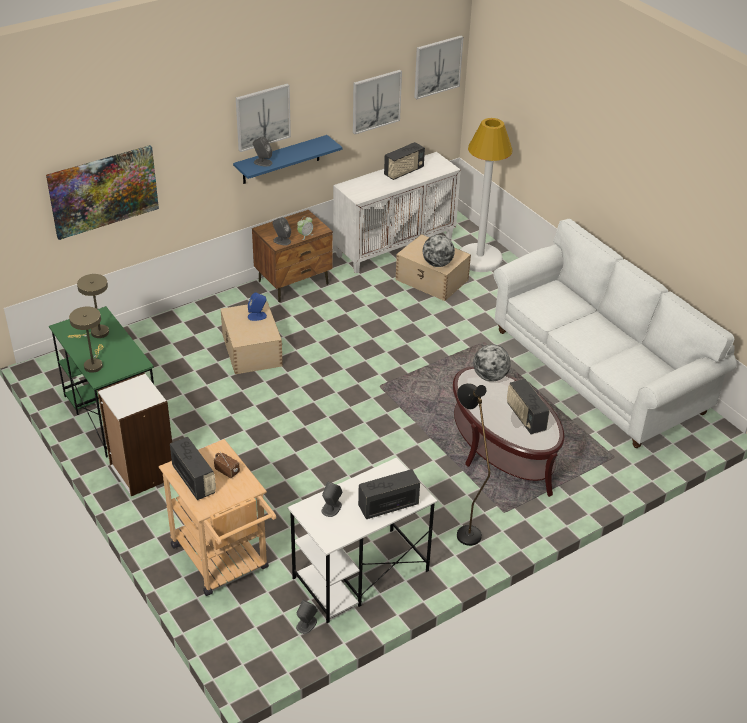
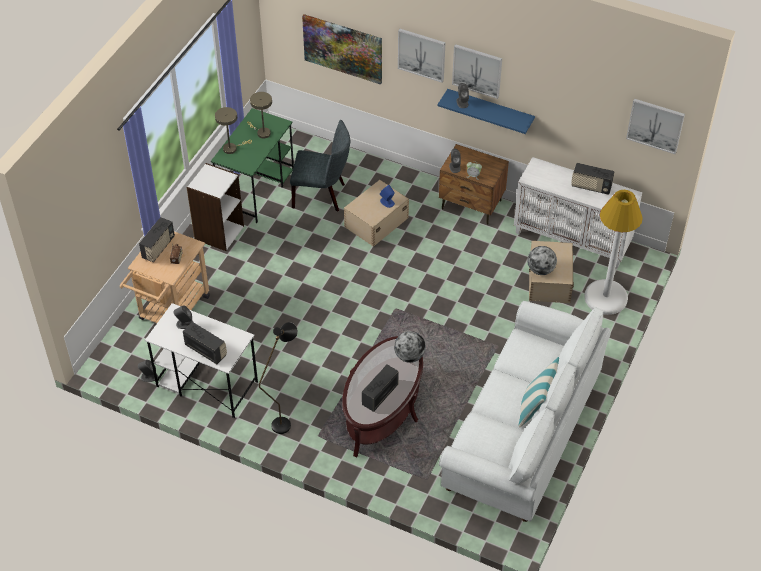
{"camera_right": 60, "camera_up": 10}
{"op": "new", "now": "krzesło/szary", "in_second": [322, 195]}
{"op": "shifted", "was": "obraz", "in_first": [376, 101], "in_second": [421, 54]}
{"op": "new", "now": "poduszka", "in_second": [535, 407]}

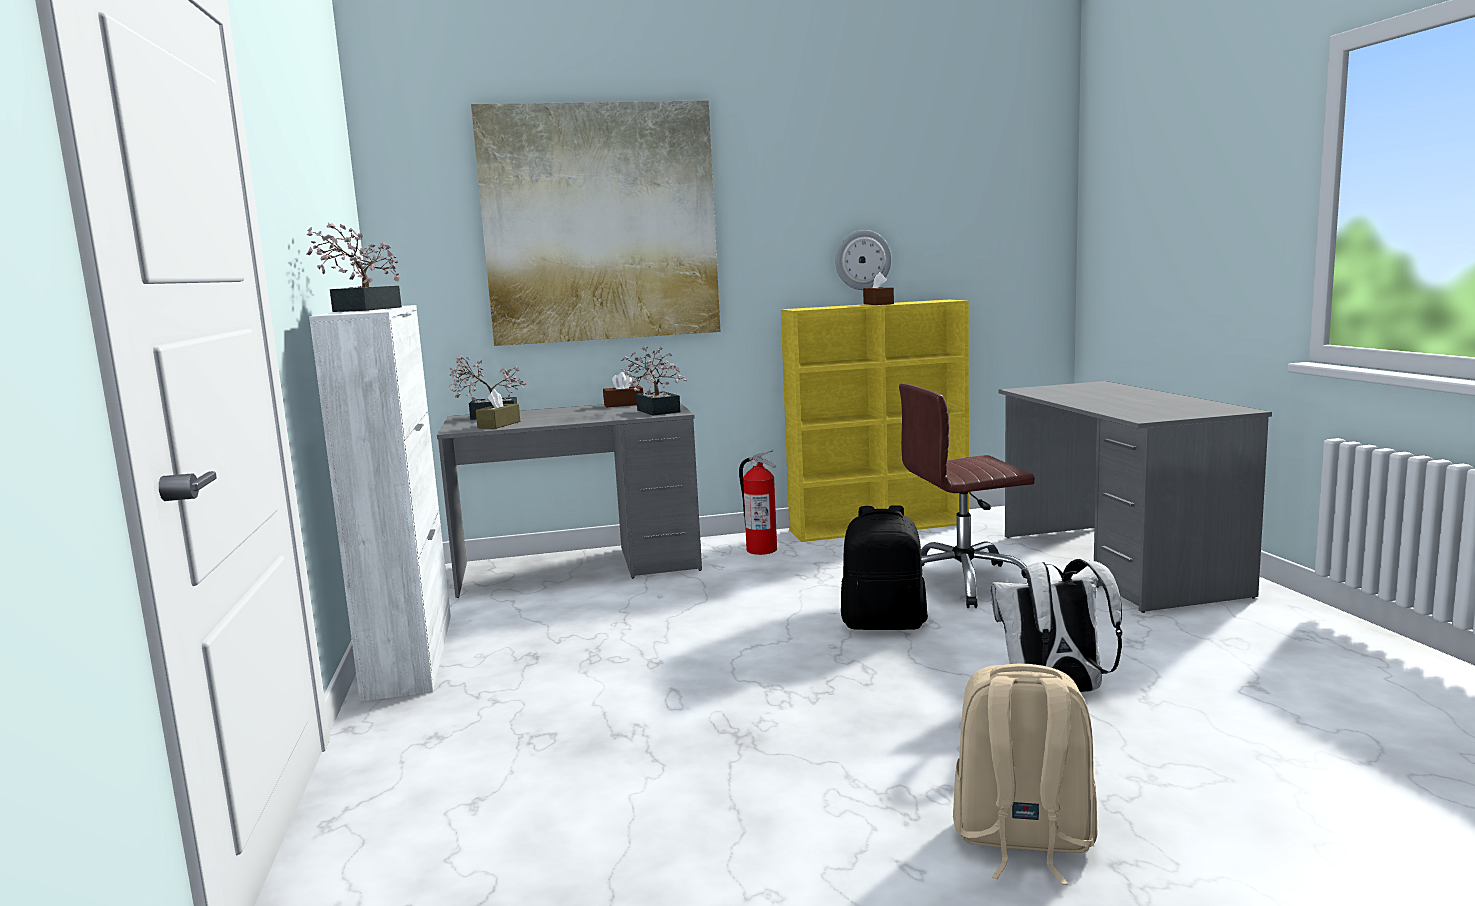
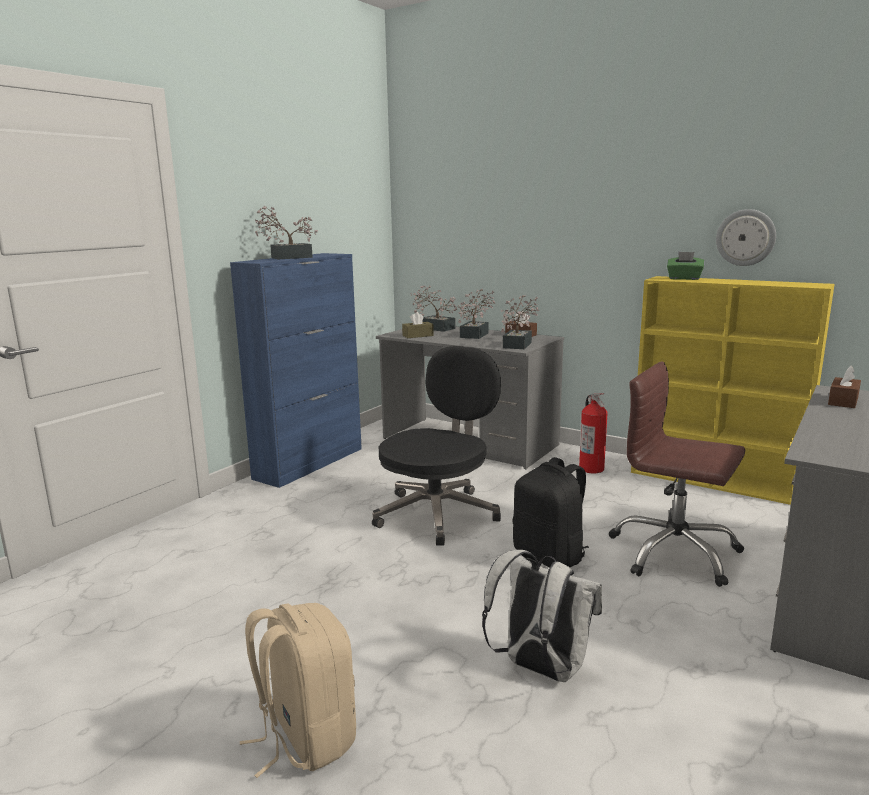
{"camera_right": 45, "camera_up": 5}
{"op": "repainted", "was": "szafka/biały", "now": "szafka/niebieski", "in_first": [410, 654], "in_second": [310, 463]}
{"op": "new", "now": "krzesło biurowe/czarny", "in_second": [438, 513]}
{"op": "new", "now": "roślina doniczkowa", "in_second": [476, 334]}
{"op": "new", "now": "pudełko chusteczek/zielony", "in_second": [684, 279]}
{"op": "shifted", "was": "pudełko chusteczek/brązowy", "in_first": [878, 304], "in_second": [843, 401]}
{"op": "gone", "was": "obraz", "in_first": [600, 223]}

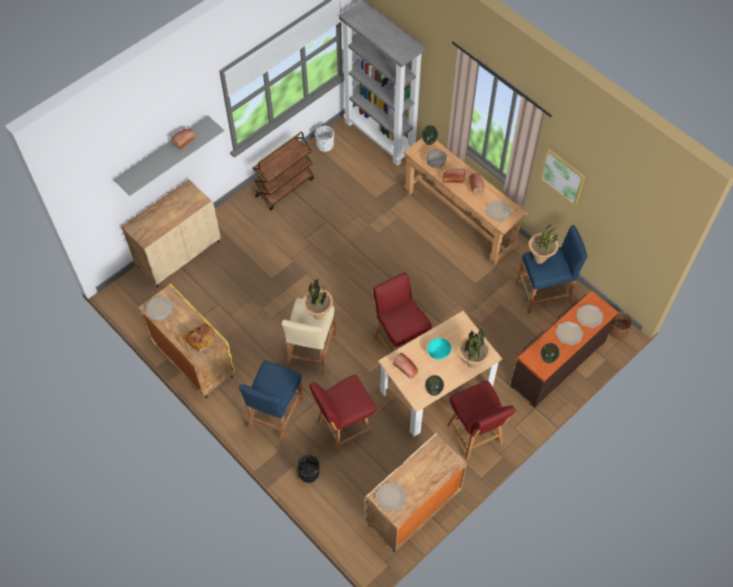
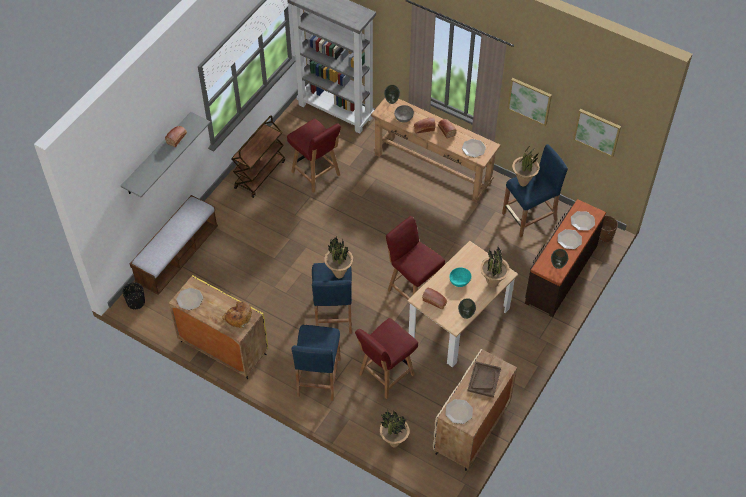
{"camera_right": -15, "camera_up": -5}
{"op": "shifted", "was": "donica/czarny", "in_first": [309, 473], "in_second": [136, 302]}
{"op": "swapped", "was": "szafka/beżowy", "now": "ławka", "in_first": [179, 254], "in_second": [177, 255]}
{"op": "shifted", "was": "krzesło/czerwony", "in_first": [475, 435], "in_second": [316, 174]}
{"op": "repainted", "was": "stołek/beżowy", "now": "stołek/niebieski", "in_first": [311, 351], "in_second": [333, 314]}
{"op": "new", "now": "roślina doniczkowa", "in_second": [393, 443]}
{"op": "new", "now": "taca/brązowy", "in_second": [484, 380]}
{"op": "new", "now": "obraz", "in_second": [597, 132]}
{"op": "gone", "was": "donica/biały", "in_first": [325, 145]}

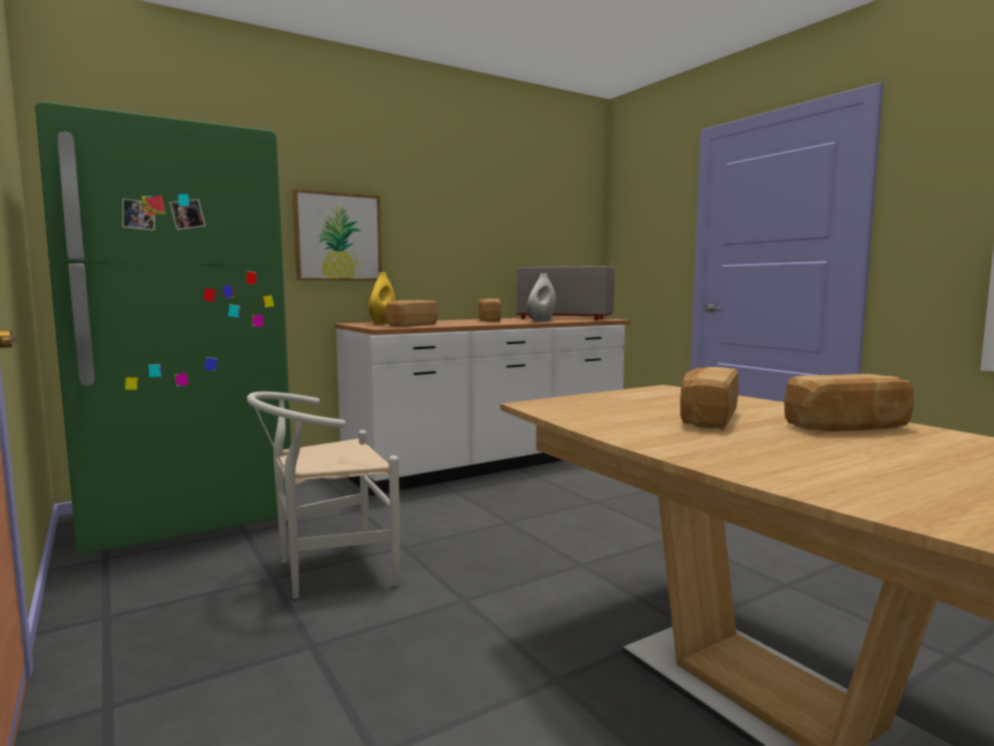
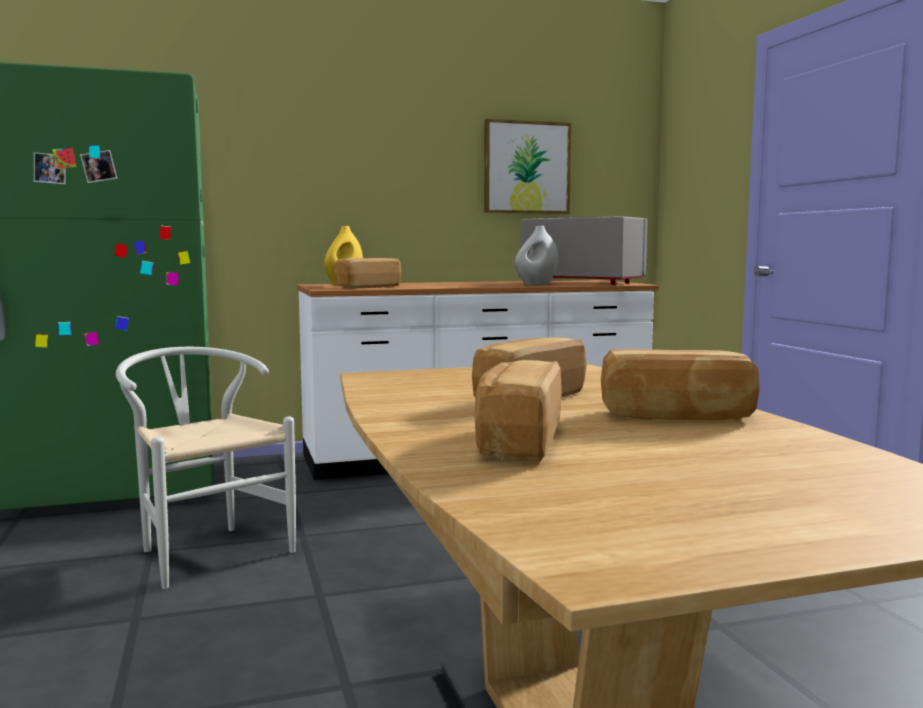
{"camera_right": 15, "camera_up": 0}
{"op": "rotated", "was": "krzesło/biały", "in_first": [326, 570], "in_second": [207, 550], "clockwise": 60}
{"op": "shifted", "was": "chleb", "in_first": [489, 320], "in_second": [516, 442]}
{"op": "shifted", "was": "obraz", "in_first": [338, 237], "in_second": [526, 167]}

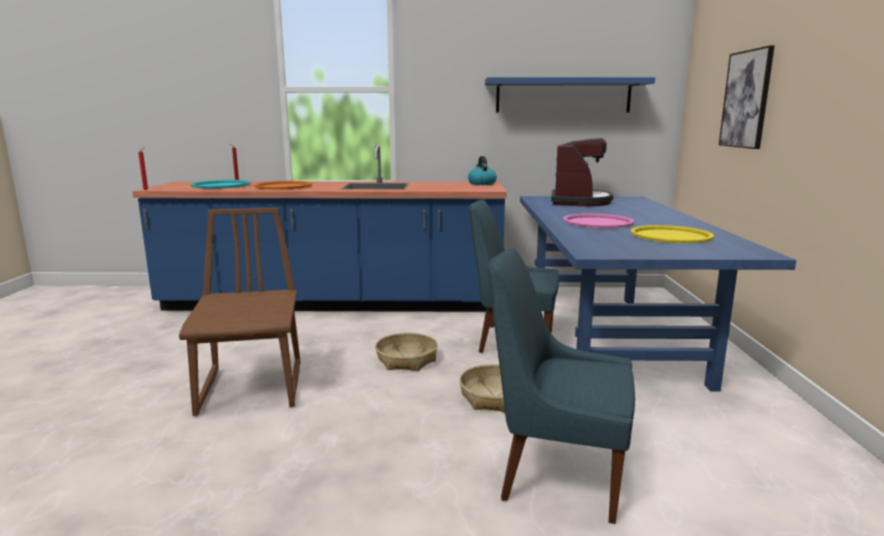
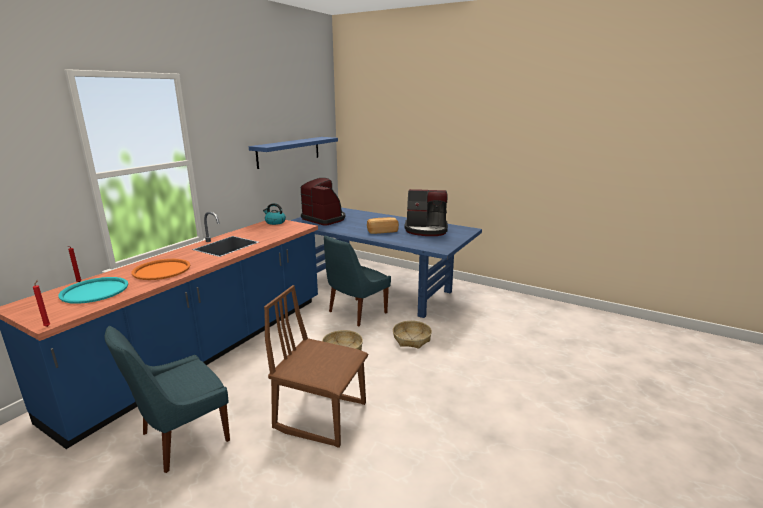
{"camera_right": -60, "camera_up": 5}
{"op": "shifted", "was": "krzesło/niebieski", "in_first": [556, 473], "in_second": [182, 438]}
{"op": "swapped", "was": "taca/różowy", "now": "chleb", "in_first": [598, 222], "in_second": [382, 231]}
{"op": "swapped", "was": "taca/żółty", "now": "ekspres do kawy", "in_first": [670, 236], "in_second": [426, 230]}
{"op": "gone", "was": "obraz", "in_first": [746, 99]}

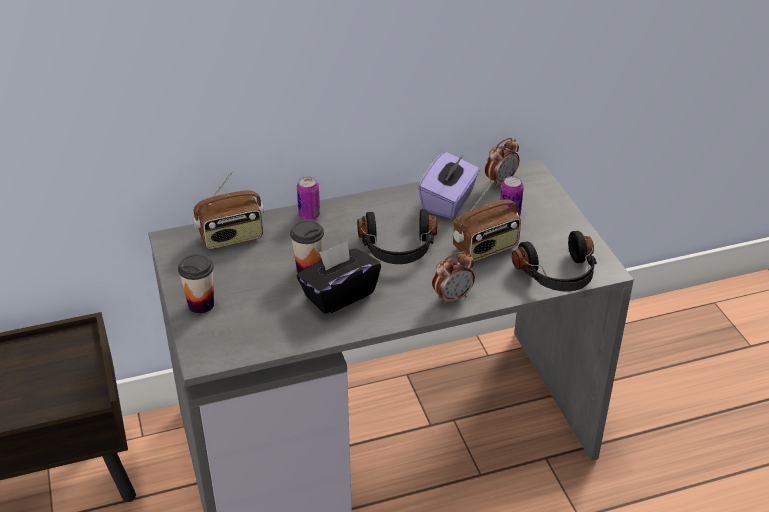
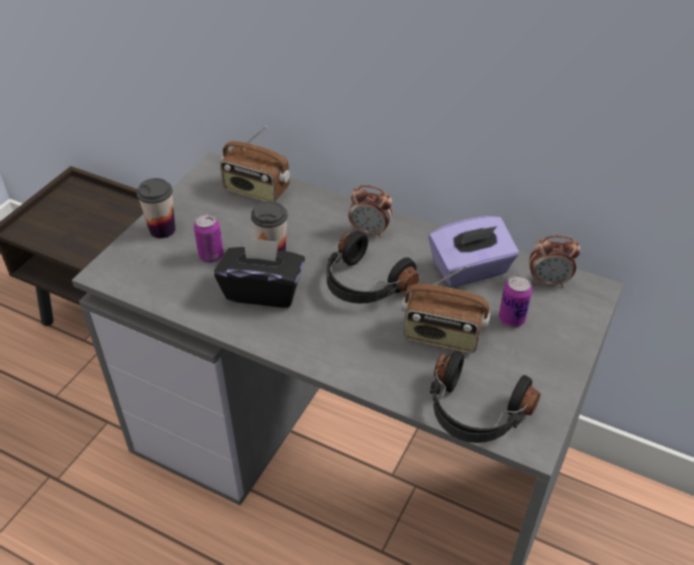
{"camera_right": 45, "camera_up": 5}
{"op": "shifted", "was": "puszka", "in_first": [309, 215], "in_second": [211, 256]}
{"op": "shifted", "was": "budzik", "in_first": [452, 297], "in_second": [370, 232]}

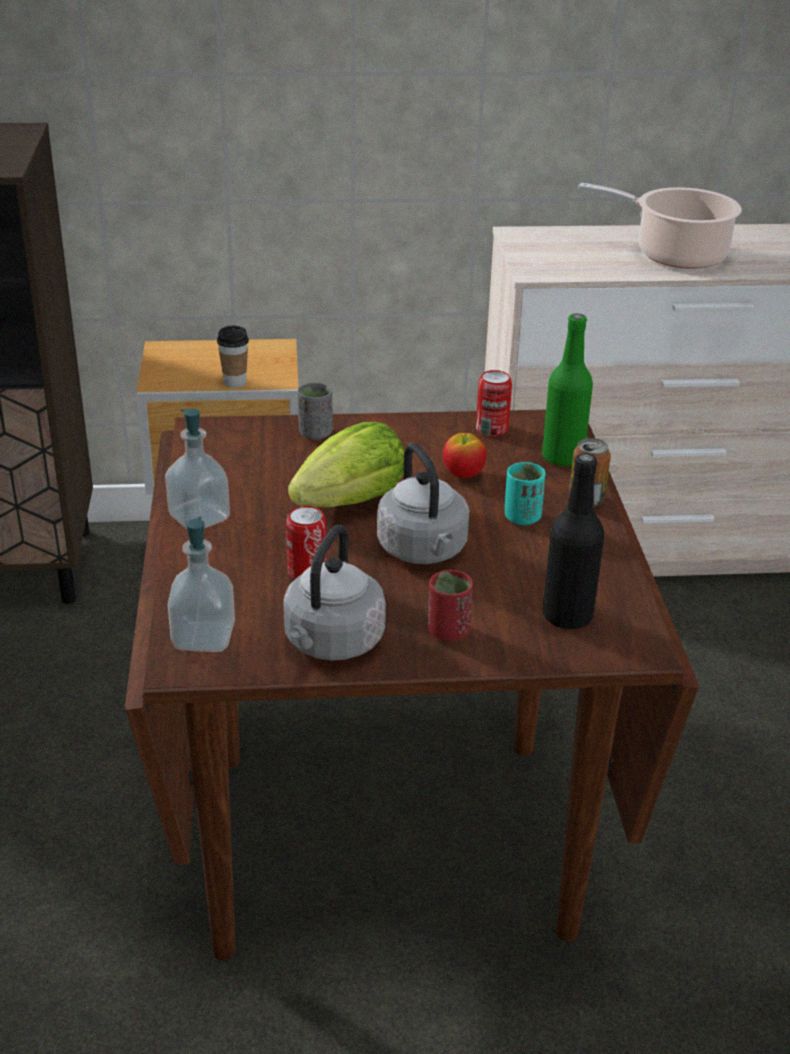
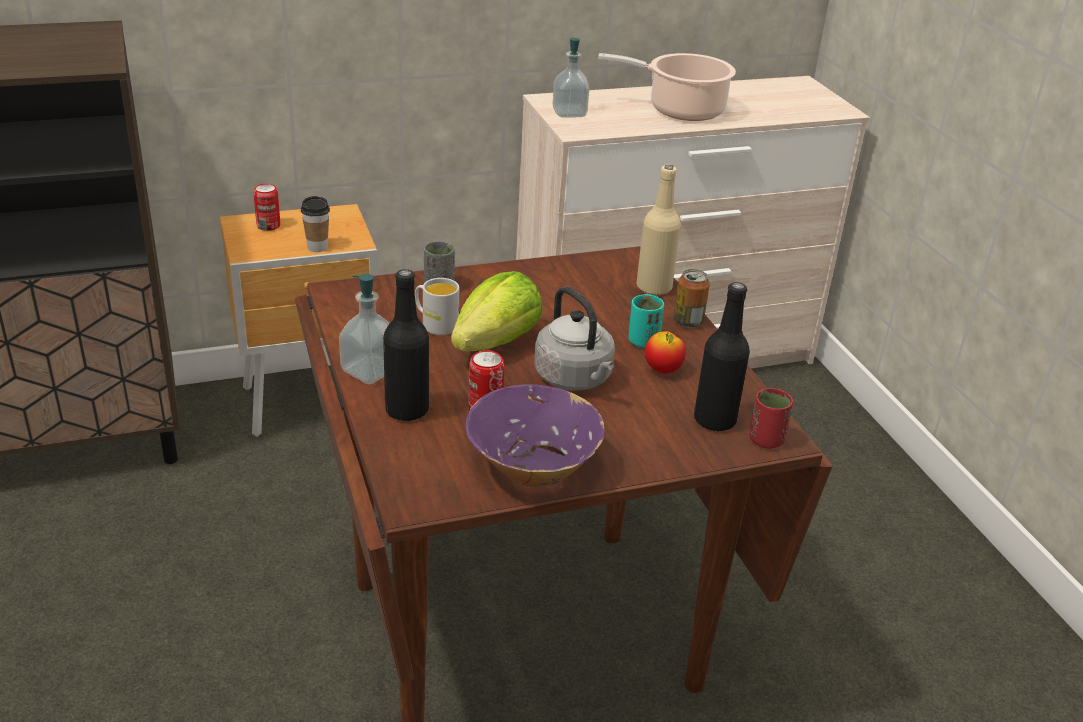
{"camera_right": -15, "camera_up": 0}
{"op": "shifted", "was": "puszka", "in_first": [492, 429], "in_second": [268, 226]}
{"op": "new", "now": "butelka/czarny", "in_second": [407, 410]}
{"op": "new", "now": "kubek/biały", "in_second": [435, 324]}
{"op": "swapped", "was": "czajnik/szary", "now": "miska/fioletowy", "in_first": [331, 644], "in_second": [533, 468]}
{"op": "shifted", "was": "dozownik mydła", "in_first": [203, 637], "in_second": [569, 113]}
{"op": "repainted", "was": "butelka/zielony", "now": "butelka/beżowy", "in_first": [562, 457], "in_second": [654, 287]}
{"op": "shifted", "was": "jabłko", "in_first": [463, 475], "in_second": [662, 370]}
{"op": "shifted", "was": "filiżanka/czerwony", "in_first": [448, 631], "in_second": [766, 440]}

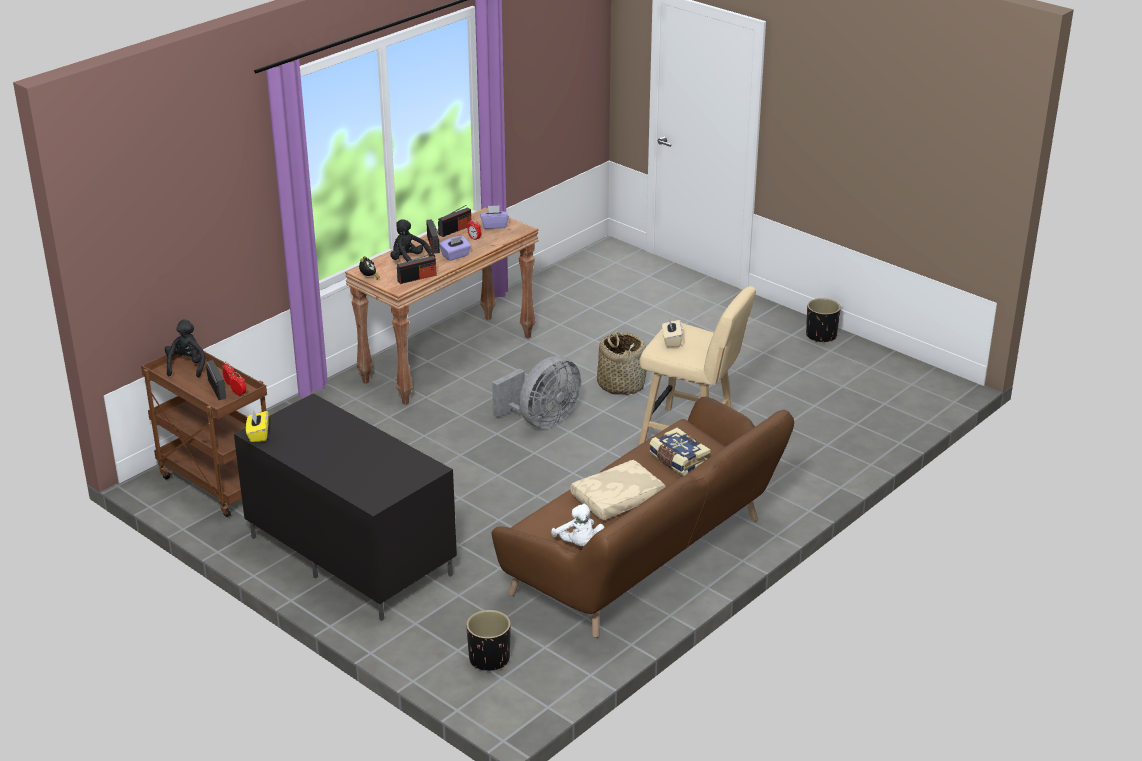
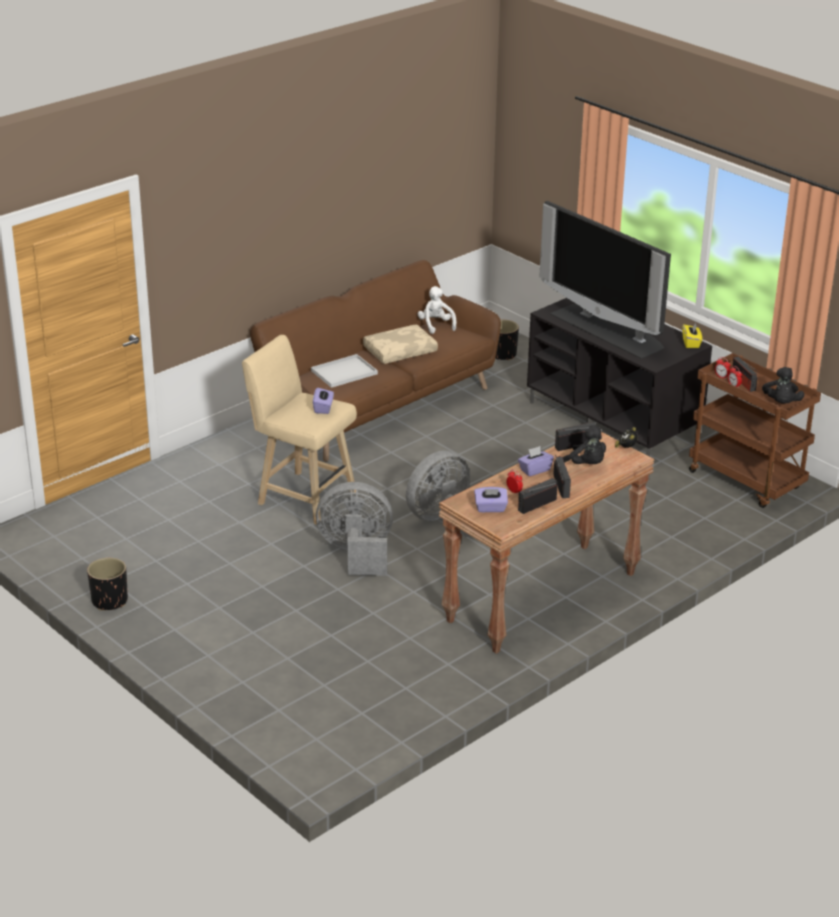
{"camera_right": -175, "camera_up": 0}
{"op": "swapped", "was": "książka", "now": "taca/biały", "in_first": [678, 460], "in_second": [343, 373]}
{"op": "repainted", "was": "pudełko chusteczek/beżowy", "now": "pudełko chusteczek/fioletowy", "in_first": [671, 341], "in_second": [323, 408]}
{"op": "swapped", "was": "koszyk", "now": "wentylator/szary", "in_first": [621, 385], "in_second": [357, 554]}
{"op": "new", "now": "telewizor", "in_second": [608, 330]}

